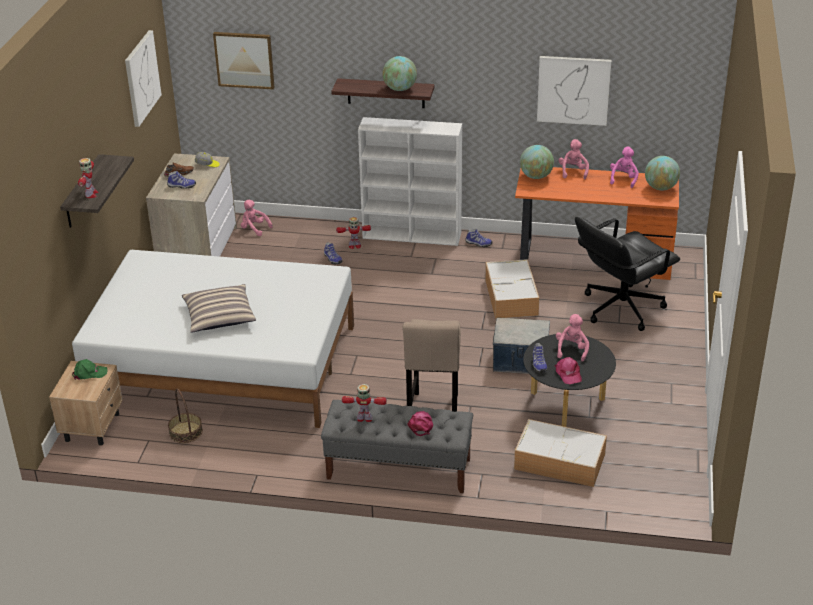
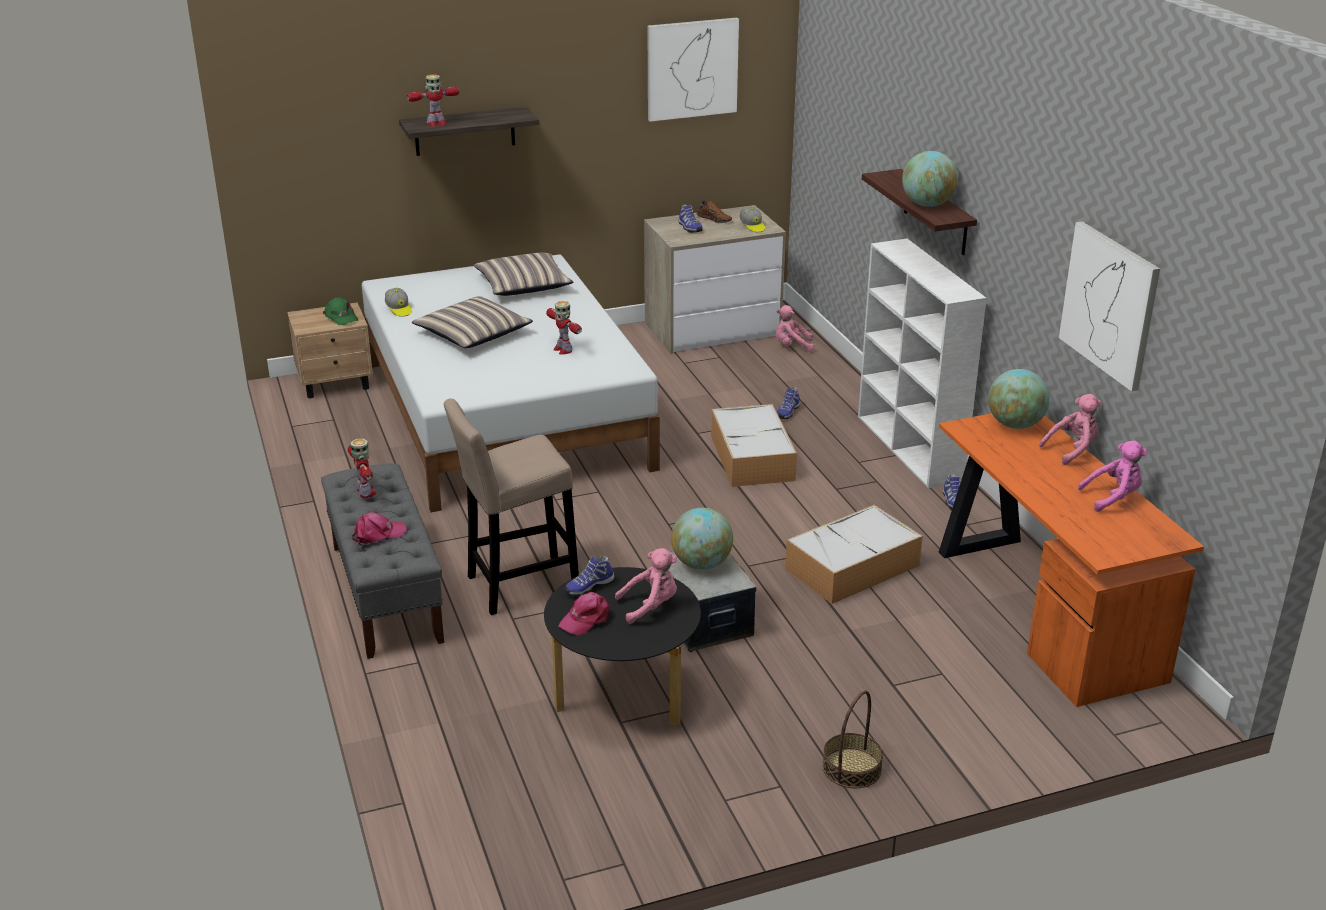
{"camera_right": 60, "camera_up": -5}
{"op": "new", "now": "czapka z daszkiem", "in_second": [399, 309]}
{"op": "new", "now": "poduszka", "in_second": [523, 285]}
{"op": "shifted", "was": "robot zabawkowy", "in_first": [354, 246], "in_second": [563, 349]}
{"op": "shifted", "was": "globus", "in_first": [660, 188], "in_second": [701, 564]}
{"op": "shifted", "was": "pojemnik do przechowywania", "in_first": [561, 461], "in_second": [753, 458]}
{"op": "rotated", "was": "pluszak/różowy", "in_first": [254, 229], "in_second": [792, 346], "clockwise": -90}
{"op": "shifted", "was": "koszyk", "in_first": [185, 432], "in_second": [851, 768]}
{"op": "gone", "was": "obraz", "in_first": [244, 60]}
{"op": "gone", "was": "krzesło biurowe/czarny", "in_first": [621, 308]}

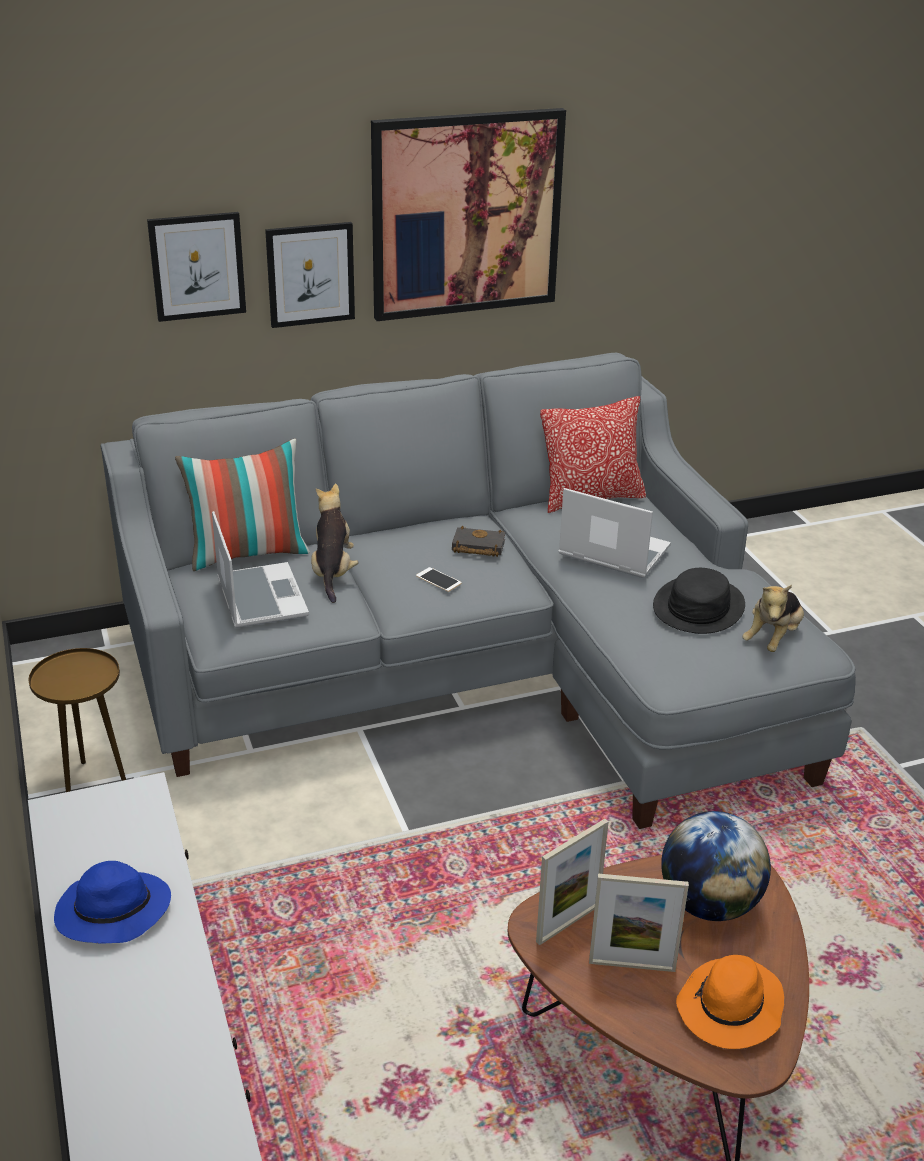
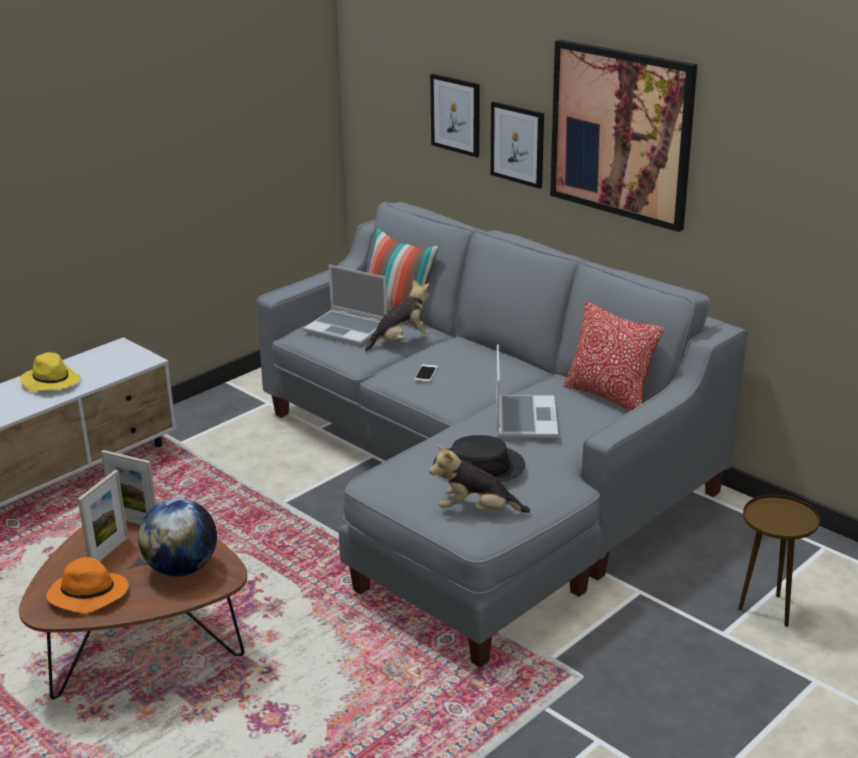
{"camera_right": 65, "camera_up": -5}
{"op": "repainted", "was": "kapelusz/niebieski", "now": "kapelusz/żółty", "in_first": [111, 913], "in_second": [50, 382]}
{"op": "rotated", "was": "ramka na zdjęcie", "in_first": [632, 965], "in_second": [109, 552], "clockwise": -135}
{"op": "rotated", "was": "laptop", "in_first": [259, 597], "in_second": [347, 329], "clockwise": 75}
{"op": "shifted", "was": "stolik/brązowy", "in_first": [92, 781], "in_second": [768, 610]}
{"op": "gone", "was": "książka/czarny", "in_first": [476, 547]}

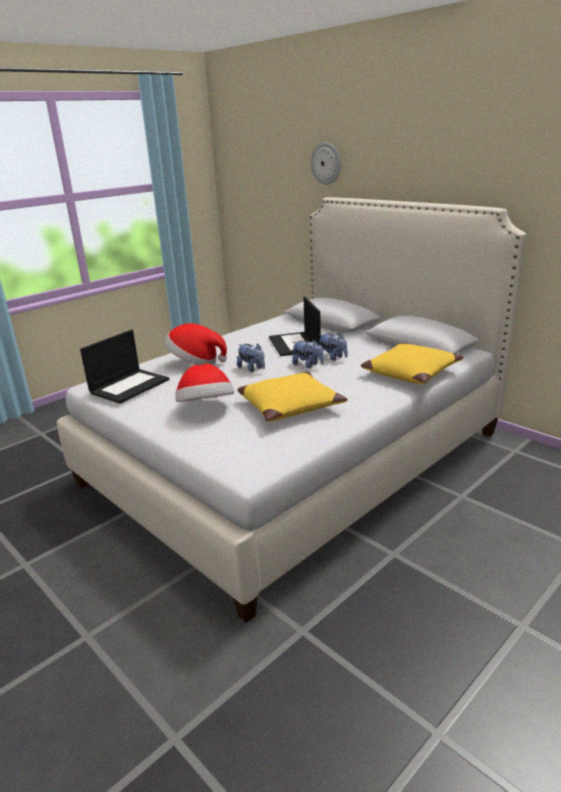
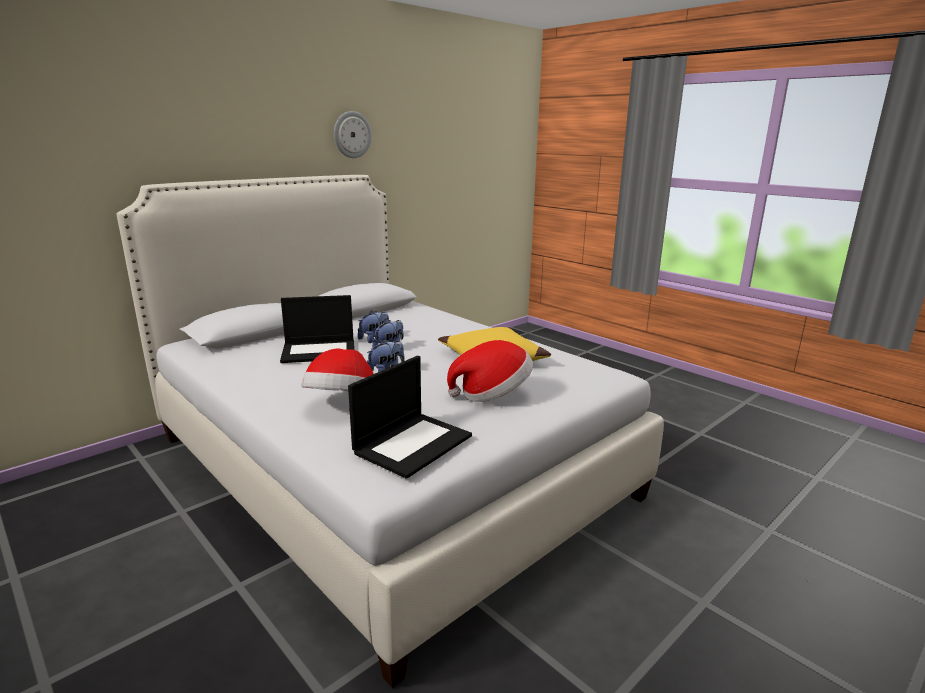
{"camera_right": -90, "camera_up": -5}
{"op": "shifted", "was": "zegar ścienny", "in_first": [326, 163], "in_second": [352, 134]}
{"op": "rotated", "was": "laptop", "in_first": [129, 386], "in_second": [413, 443], "clockwise": 90}
{"op": "gone", "was": "poduszka/żółty", "in_first": [410, 372]}

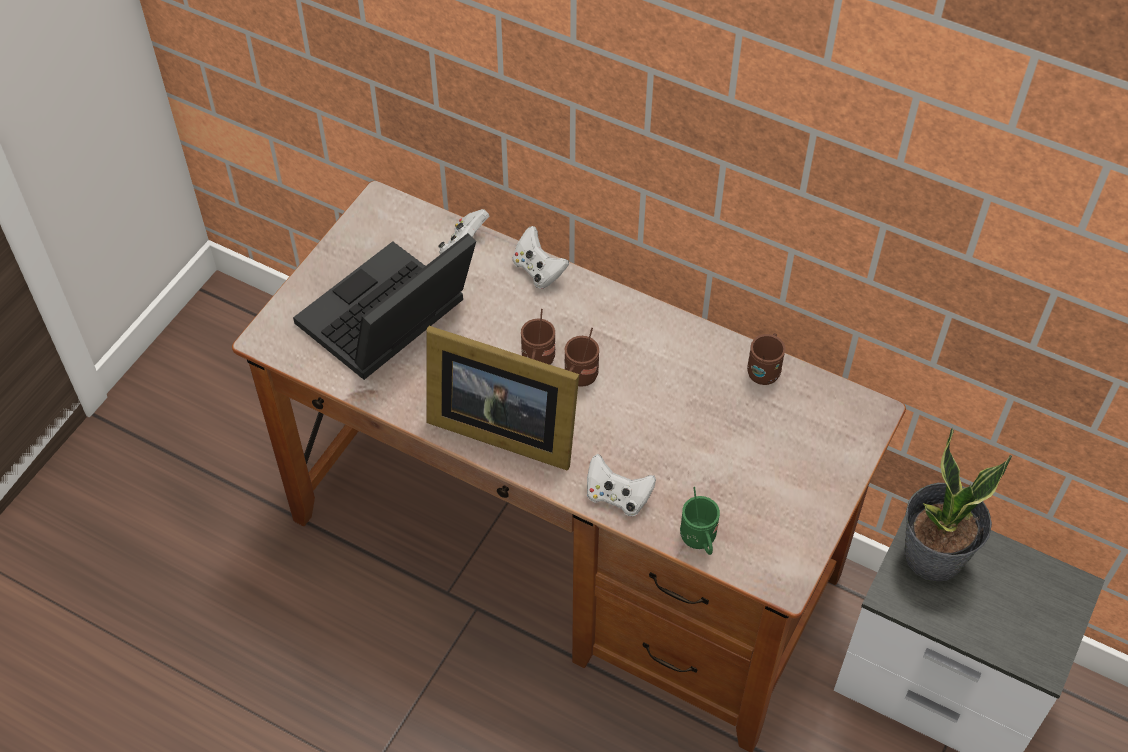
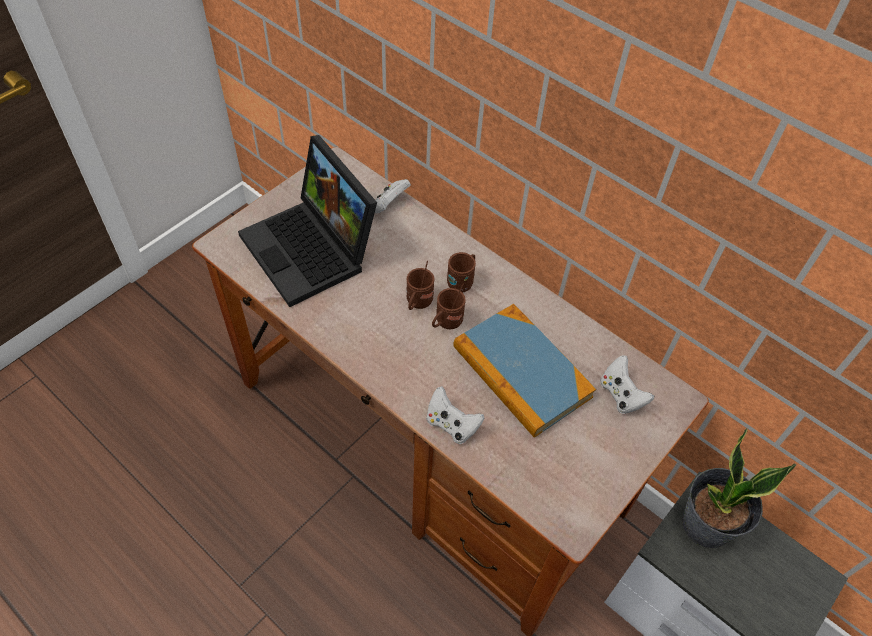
{"camera_right": 10, "camera_up": 0}
{"op": "rotated", "was": "laptop", "in_first": [387, 323], "in_second": [313, 250], "clockwise": -90}
{"op": "shifted", "was": "kubek/brązowy", "in_first": [764, 370], "in_second": [462, 281]}
{"op": "new", "now": "książka", "in_second": [521, 372]}
{"op": "shifted", "was": "pad do gier/biały", "in_first": [538, 271], "in_second": [621, 395]}
{"op": "gone", "was": "ramka na zdjęcie", "in_first": [500, 427]}
{"op": "gone", "was": "kubek/zielony", "in_first": [699, 541]}

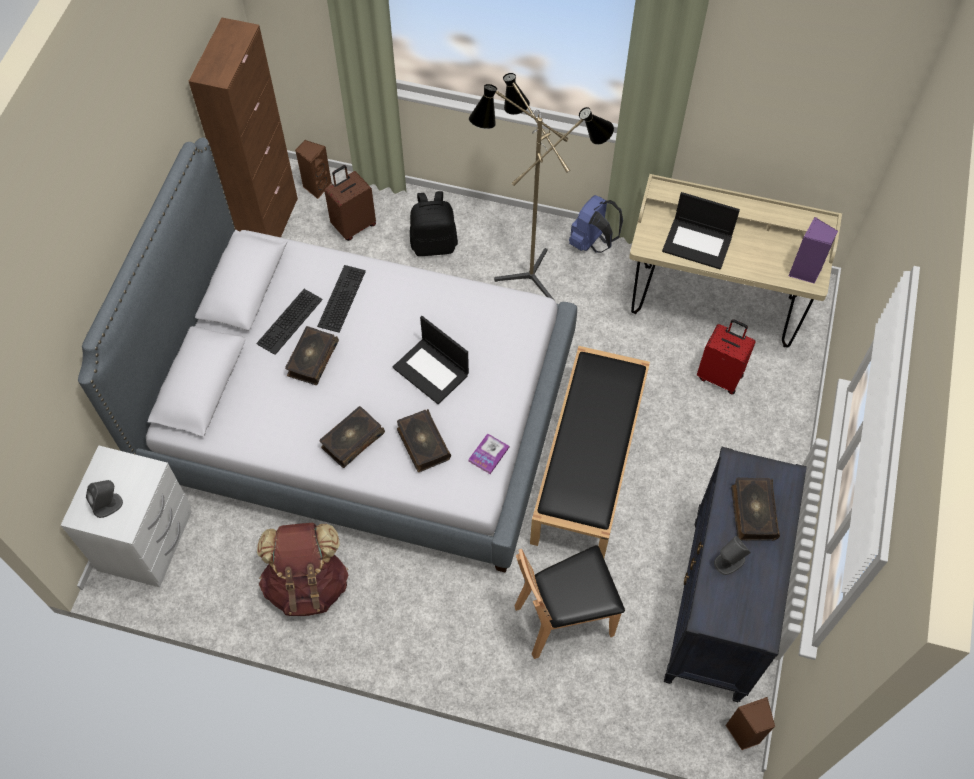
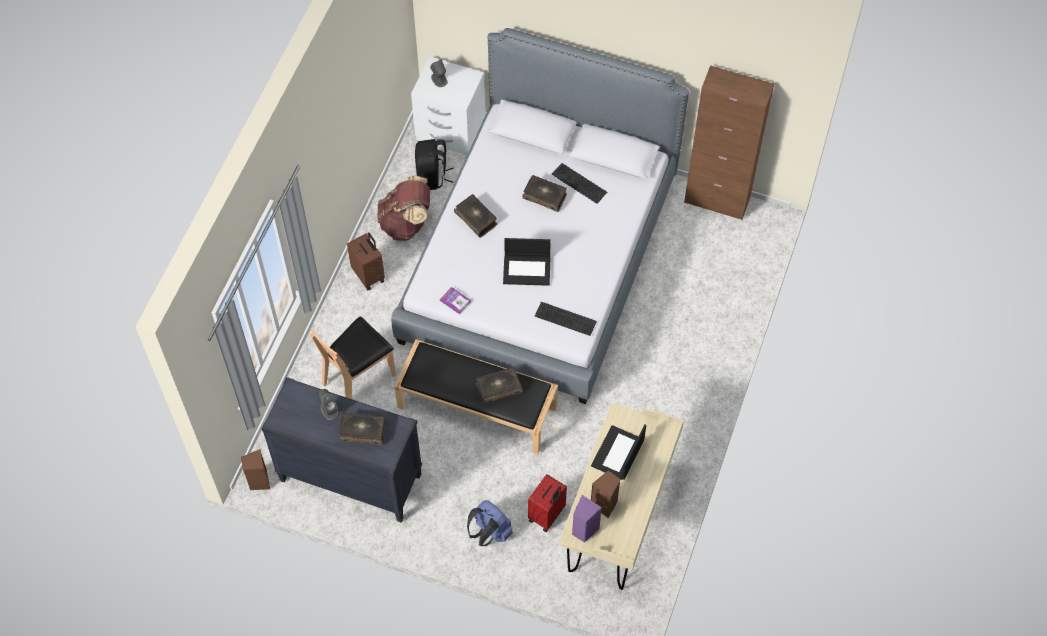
{"camera_right": 95, "camera_up": 0}
{"op": "rotated", "was": "krzesło/brązowy", "in_first": [564, 618], "in_second": [358, 378], "clockwise": -120}
{"op": "shifted", "was": "walizka/brązowy", "in_first": [353, 225], "in_second": [369, 275]}
{"op": "shifted", "was": "plecak/czarny", "in_first": [434, 244], "in_second": [432, 176]}
{"op": "shifted", "was": "plecak/niebieski", "in_first": [592, 242], "in_second": [489, 532]}
{"op": "shifted", "was": "książka", "in_first": [422, 444], "in_second": [498, 388]}
{"op": "rotated", "was": "laptop", "in_first": [432, 371], "in_second": [527, 269], "clockwise": -135}
{"op": "shifted", "was": "klawiatura", "in_first": [340, 297], "in_second": [566, 318]}
{"op": "shifted", "was": "głośnik/brązowy", "in_first": [316, 186], "in_second": [605, 504]}
{"op": "gone", "was": "lampa stojąca", "in_first": [529, 271]}

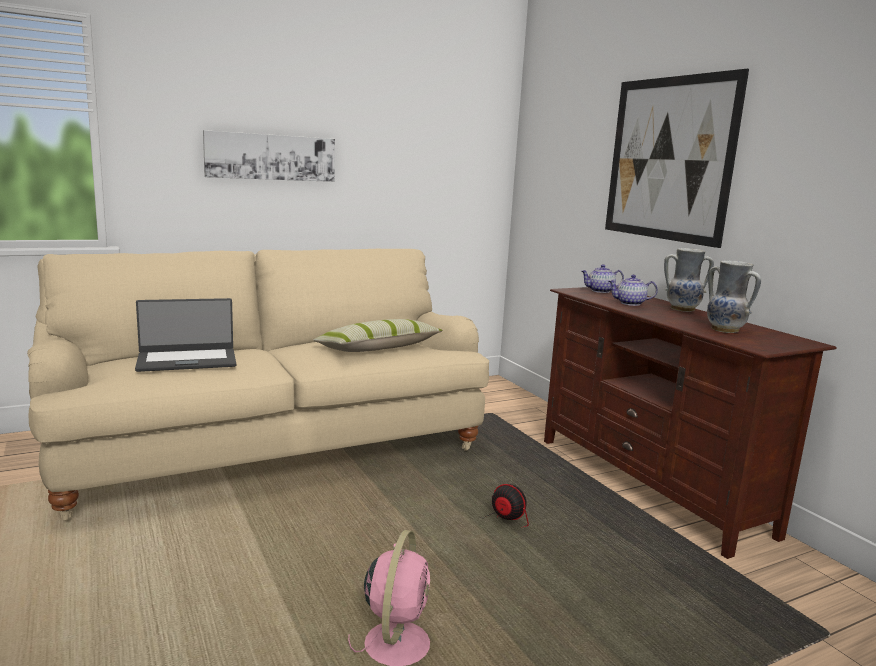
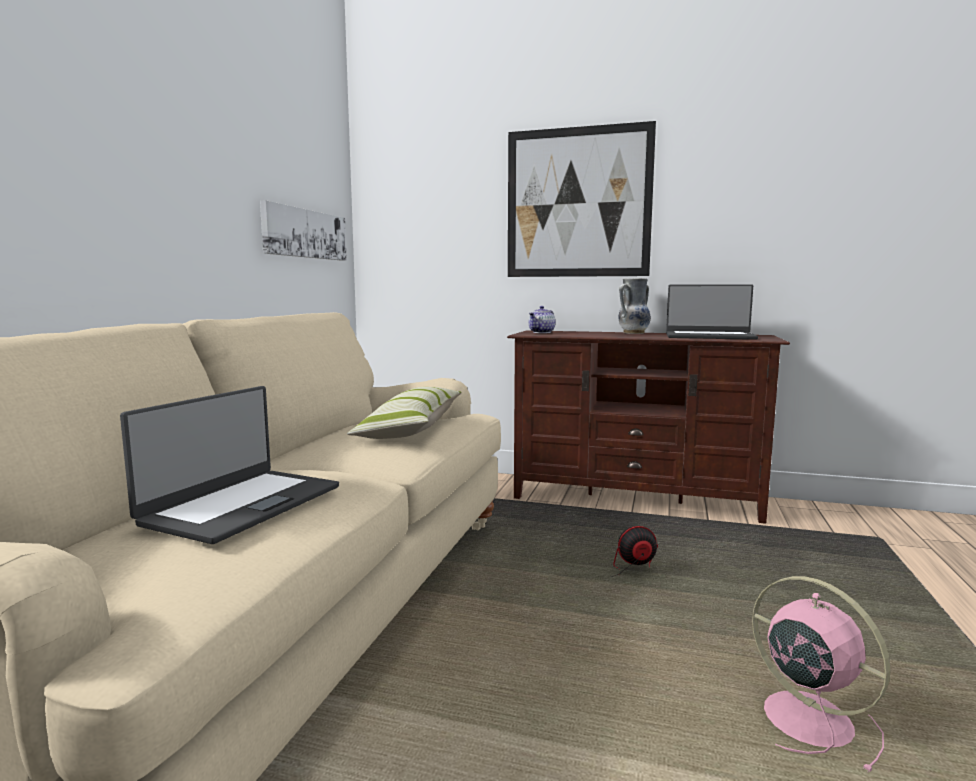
{"camera_right": -45, "camera_up": -5}
{"op": "shifted", "was": "obraz", "in_first": [271, 157], "in_second": [305, 233]}
{"op": "swapped", "was": "wazon", "now": "laptop", "in_first": [725, 330], "in_second": [709, 336]}
{"op": "gone", "was": "imbryk", "in_first": [630, 303]}

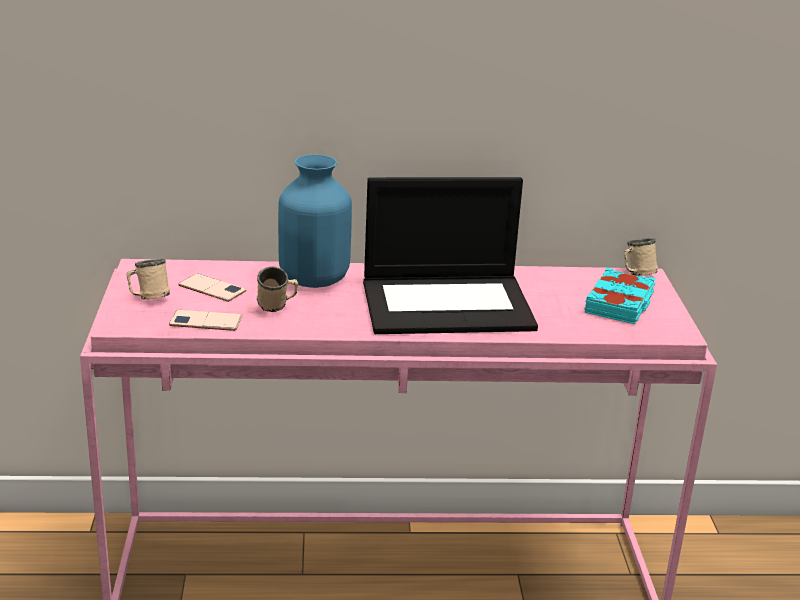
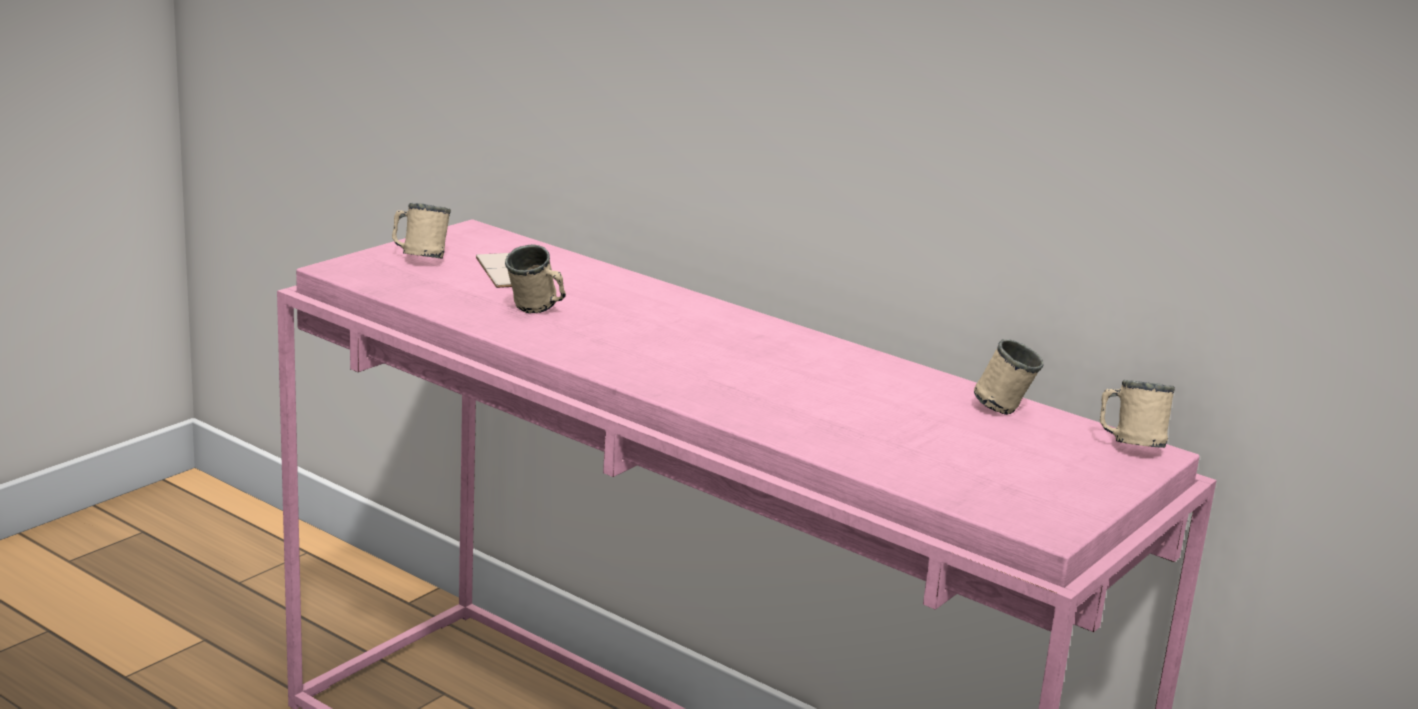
{"camera_right": 40, "camera_up": -5}
{"op": "new", "now": "kubek/beżowy", "in_second": [1005, 406]}
{"op": "gone", "was": "telefon", "in_first": [205, 321]}
{"op": "gone", "was": "wazon/niebieski", "in_first": [314, 278]}
{"op": "gone", "was": "laptop", "in_first": [448, 304]}
{"op": "gone", "was": "książka/turkusowy", "in_first": [620, 304]}

